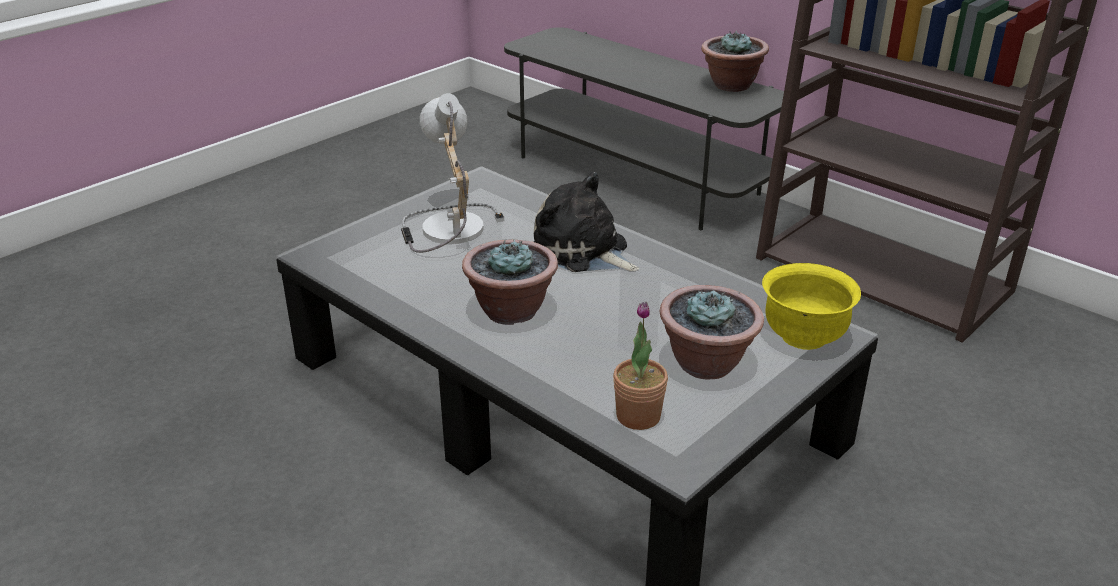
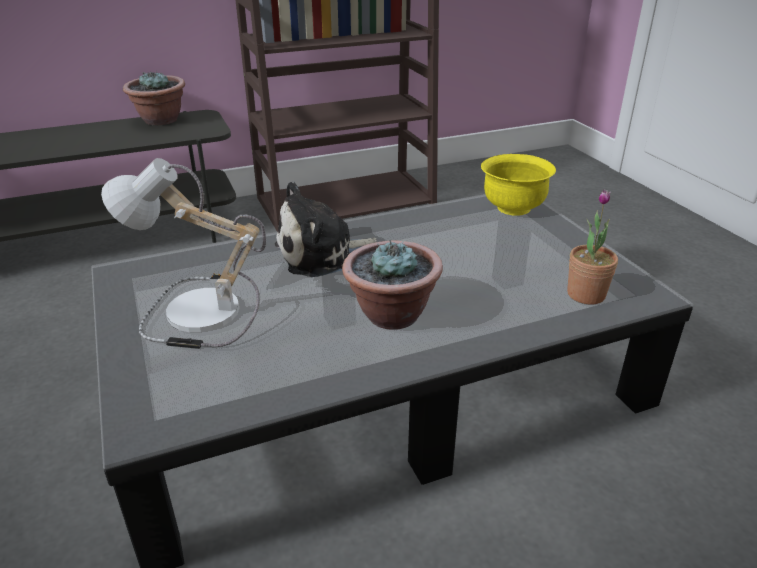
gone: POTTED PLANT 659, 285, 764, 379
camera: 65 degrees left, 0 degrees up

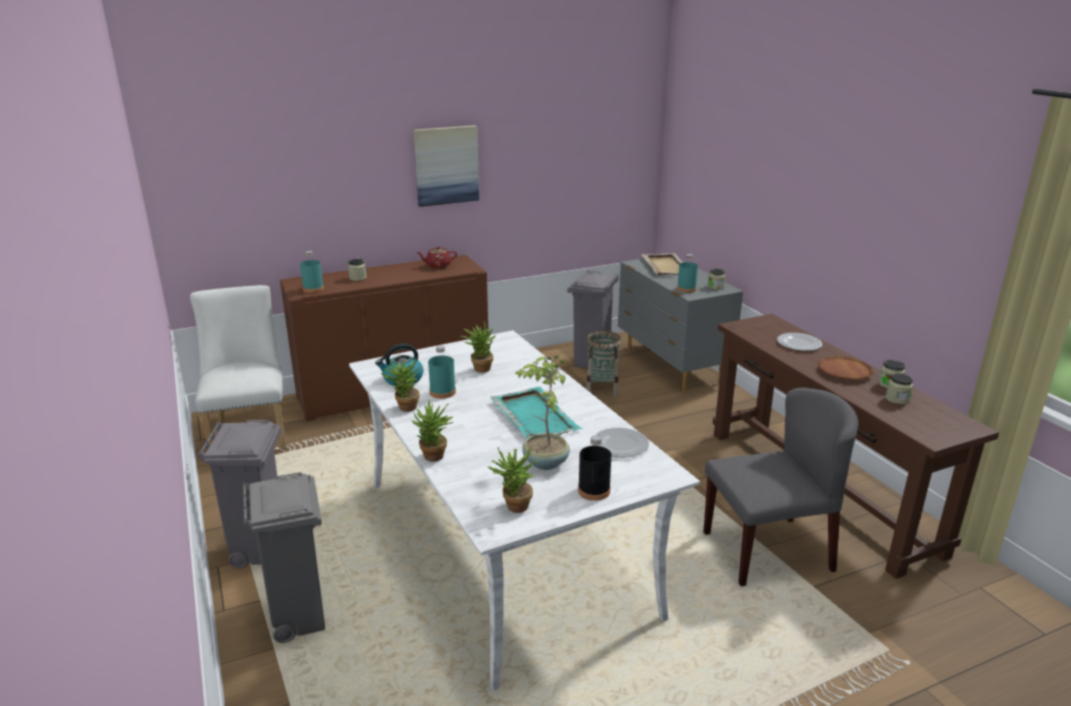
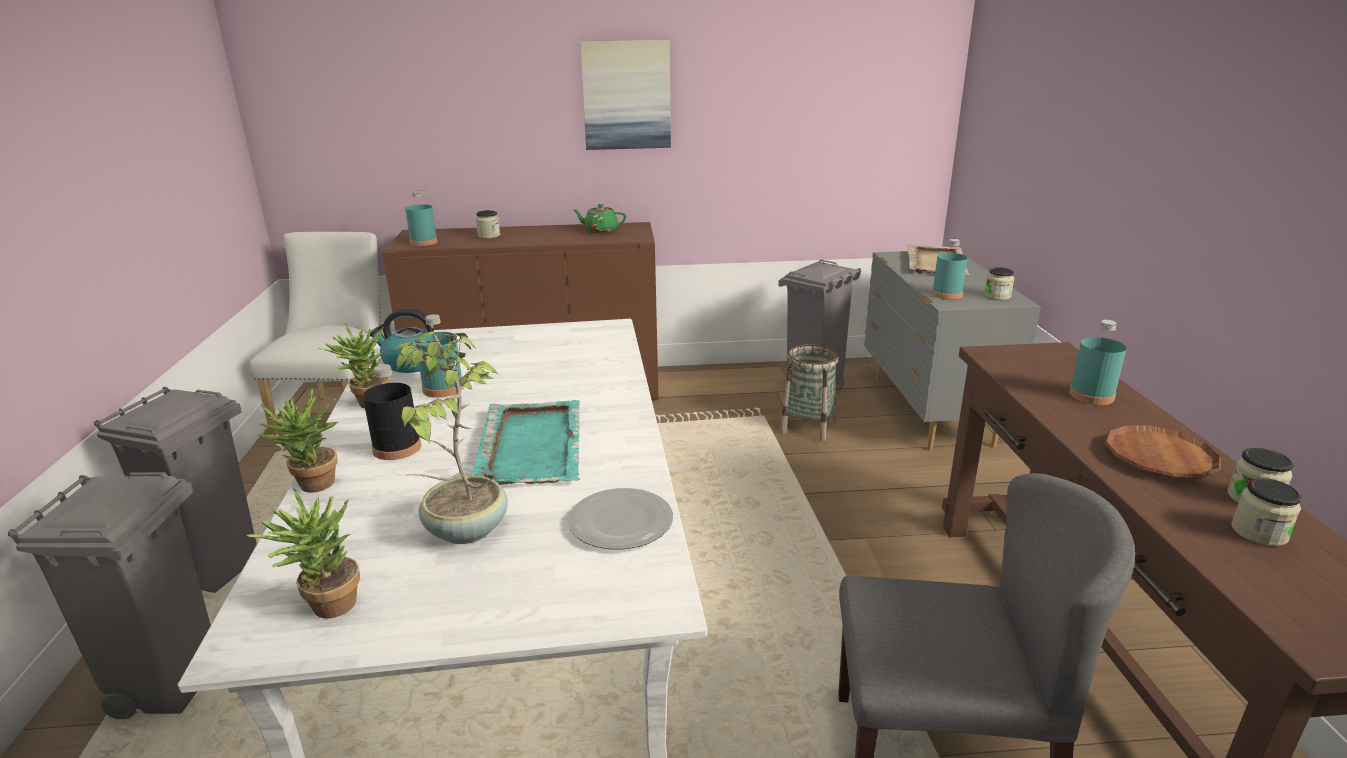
gone: POTTED PLANT 460, 320, 496, 373
shifted: BLACK BOTTLE 578, 435, 611, 501 to 363, 364, 421, 460
swapped: PLATE 777, 333, 822, 351 to TURQUOISE BOTTLE 1069, 320, 1126, 405
repainted: RED TEAPOT 416, 246, 457, 268 to GREEN TEAPOT 573, 204, 626, 233
camera: 20 degrees right, 0 degrees up

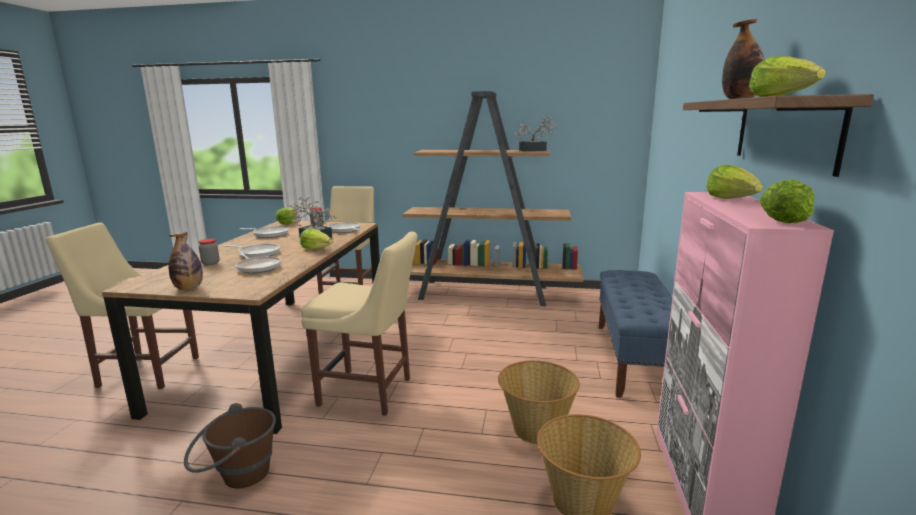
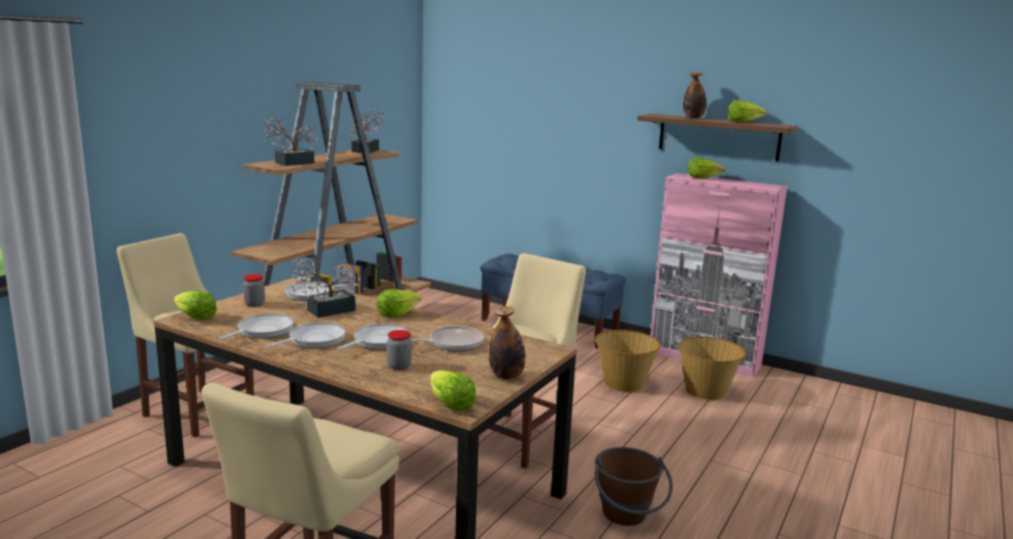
new: POTTED PLANT 263, 117, 318, 166; FRYING PAN 267, 323, 346, 348
shifted: LETTUCE 759, 180, 815, 223 to 431, 370, 476, 411
camera: 70 degrees left, 0 degrees up

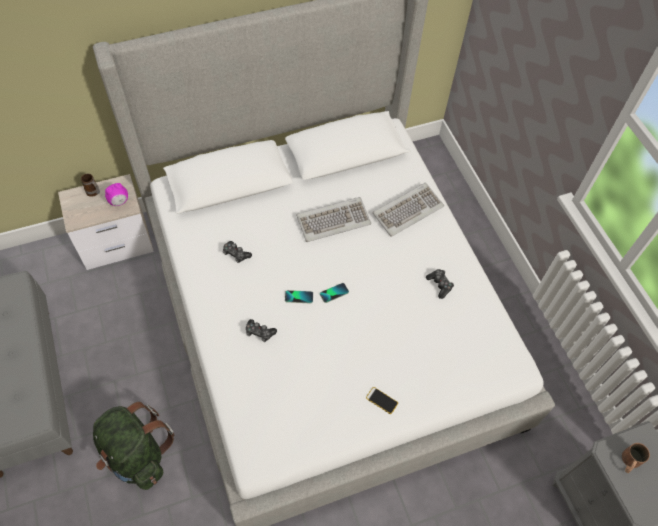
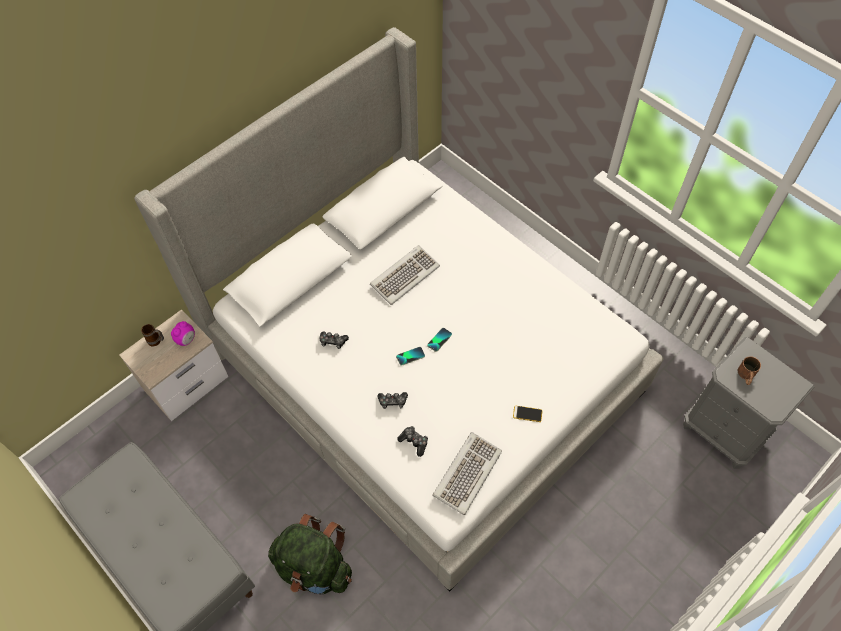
shifted: GAME CONTROLLER 426, 269, 454, 299 to 397, 426, 428, 457; KEYBOARD 372, 183, 444, 237 to 433, 432, 502, 515
camera: 20 degrees left, 0 degrees up

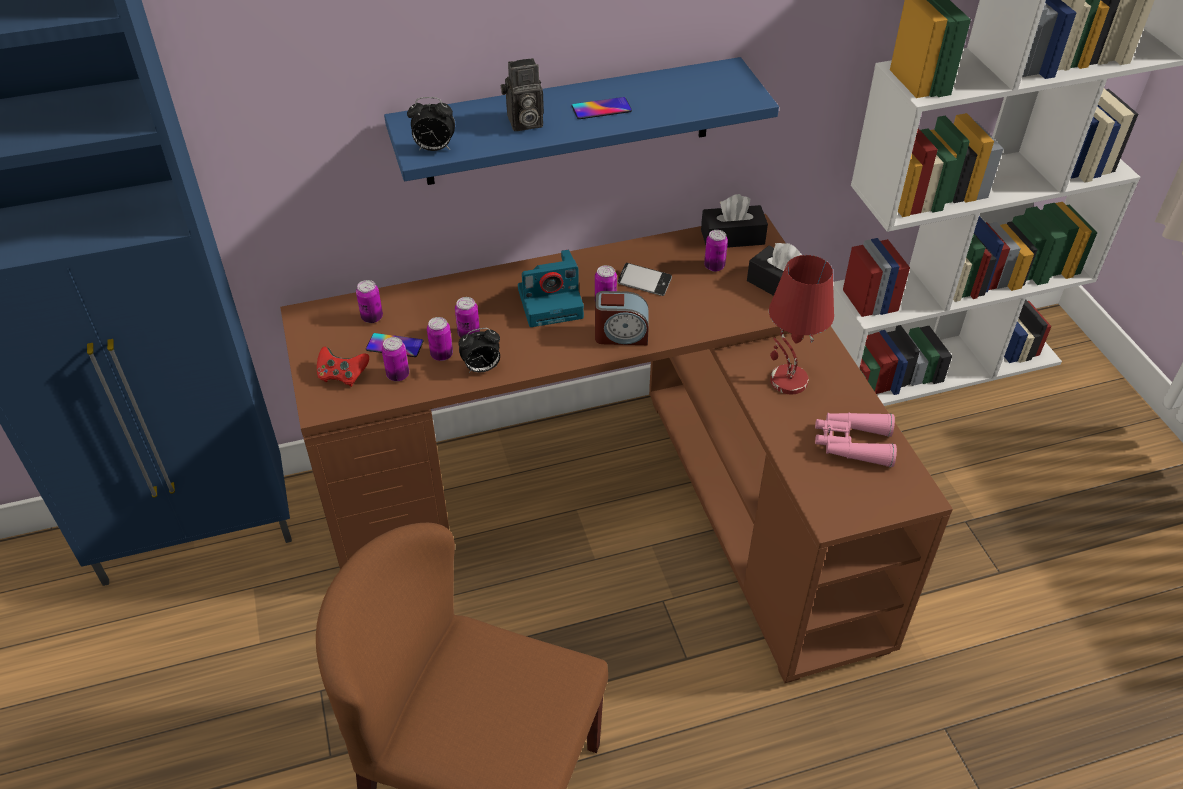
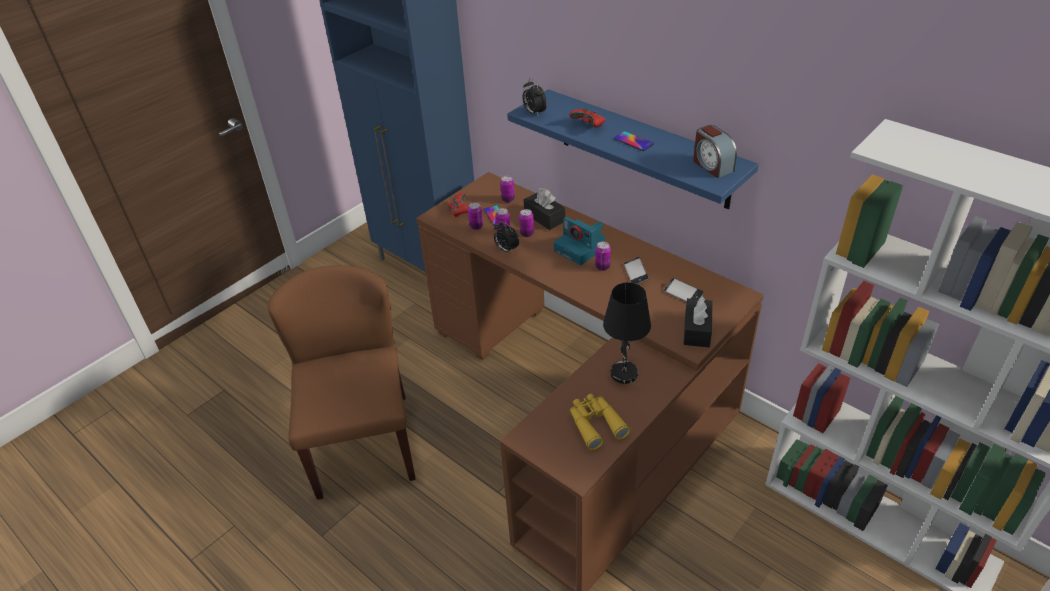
shifted: BLACK TISSUE BOX 701, 194, 768, 248 to 524, 188, 565, 230; ALARM CLOCK 595, 291, 649, 345 to 693, 125, 737, 178
swapped: PHOTO CAMERA 501, 58, 544, 131 to RED GAME CONTROLLER 569, 108, 605, 127; CAN 704, 230, 728, 272 to PHONE 664, 278, 704, 302
repainted: PINK BINOCULARS 815, 413, 897, 467 to YELLOW BINOCULARS 570, 394, 631, 451; RED TABLE LAMP 769, 255, 834, 394 to BLACK TABLE LAMP 603, 282, 651, 384
camera: 60 degrees right, 5 degrees down

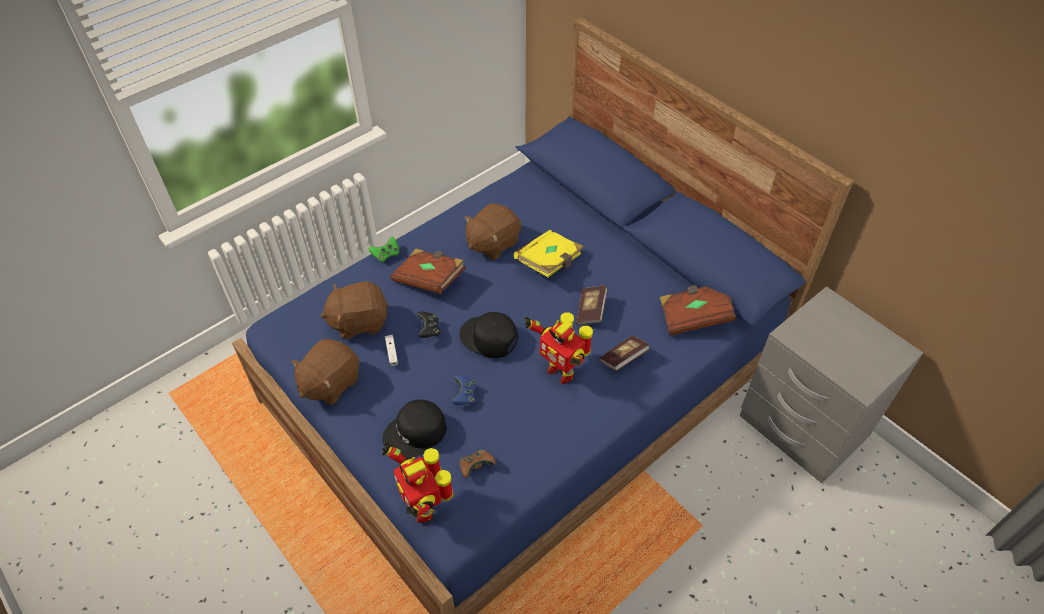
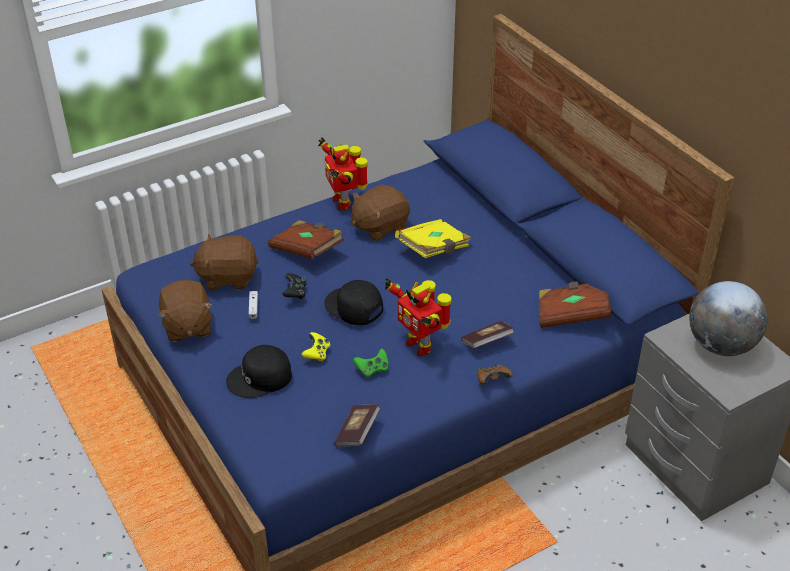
new: GLOBE 689, 281, 768, 356
shifted: TOY ROBOT 382, 442, 454, 523 to 318, 137, 368, 210; BOOK 576, 285, 608, 325 to 334, 404, 381, 447; GREEN GAME CONTROLLER 369, 236, 399, 262 to 353, 349, 389, 378; BROWN GAME CONTROLLER 460, 450, 496, 478 to 477, 365, 513, 384
repainted: BLUE GAME CONTROLLER 452, 375, 477, 405 to YELLOW GAME CONTROLLER 301, 332, 330, 362
rotated: BROWN PLUSH TOY 291, 339, 360, 405 = 158, 280, 213, 342 60 degrees counterclockwise
camera: 10 degrees right, 10 degrees down

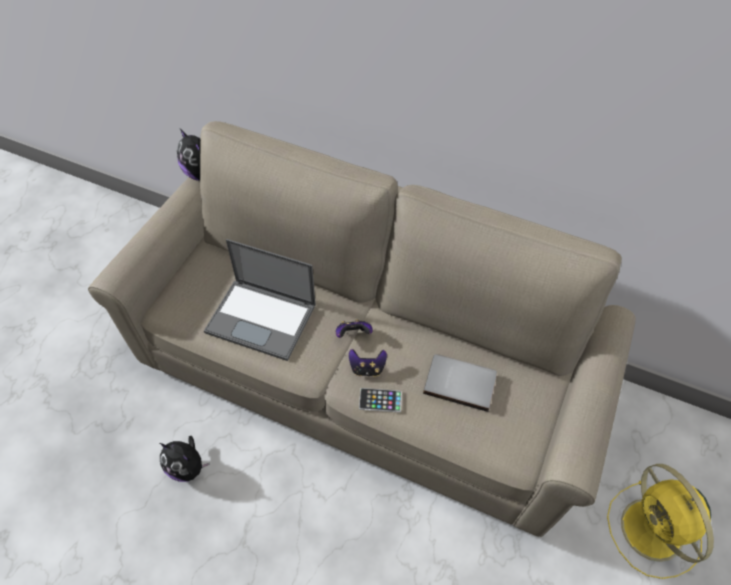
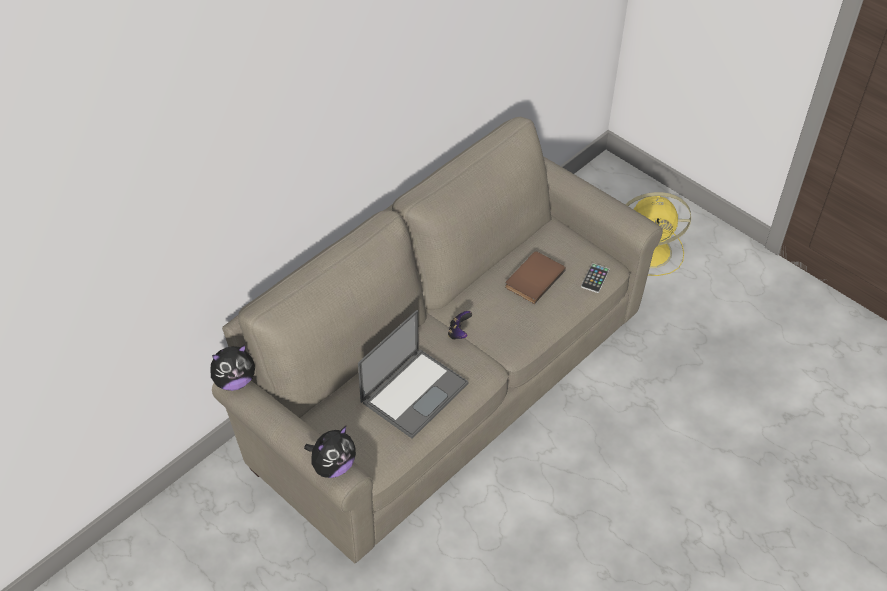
gone: GAME CONTROLLER 349, 349, 387, 377
shifted: PLUSH TOY 160, 436, 210, 482 to 304, 426, 356, 478; PHONE 359, 388, 402, 413 to 581, 263, 609, 293
repainted: GREY BOOK 423, 354, 497, 412 to BROWN BOOK 505, 251, 566, 304
camera: 70 degrees left, 5 degrees down

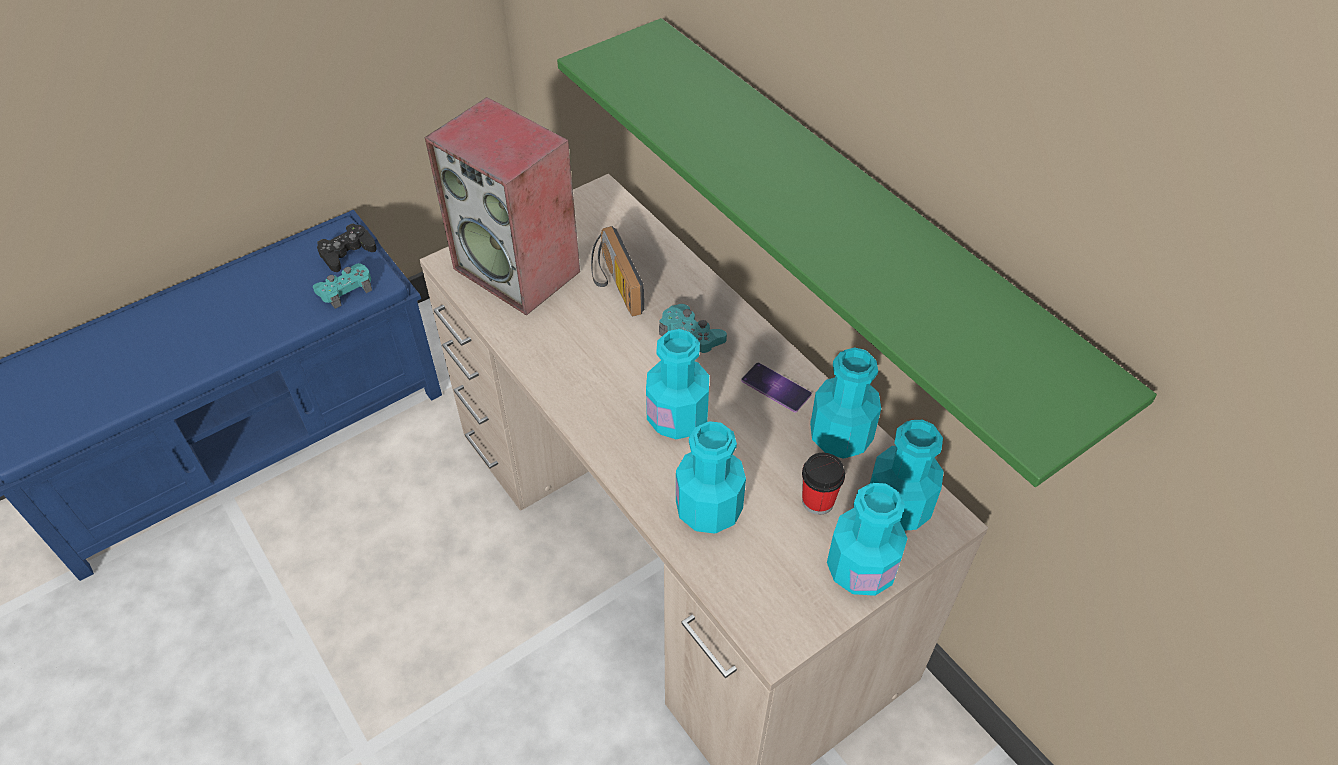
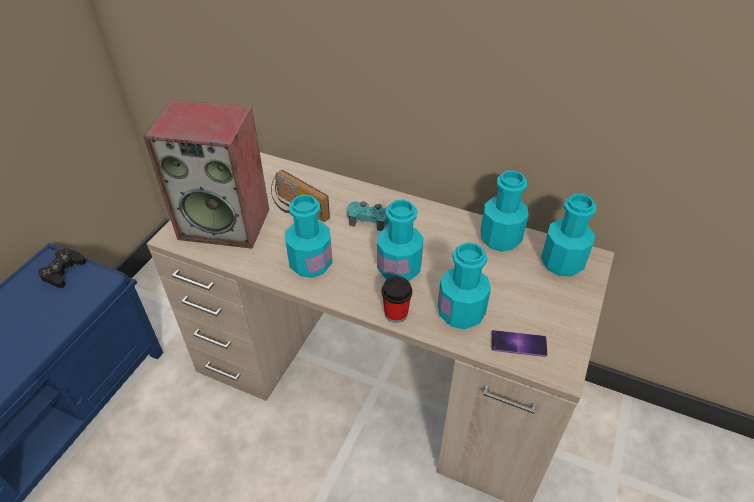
gone: TURQUOISE GAME CONTROLLER 313, 263, 372, 309; GREEN SHELF 557, 18, 1157, 487
shifted: TURQUOISE BOTTLE 827, 483, 908, 596 to 285, 194, 333, 278; CUP 802, 453, 845, 515 to 382, 276, 412, 323; PHONE 741, 363, 812, 412 to 491, 330, 548, 357
camera: 30 degrees left, 5 degrees down

